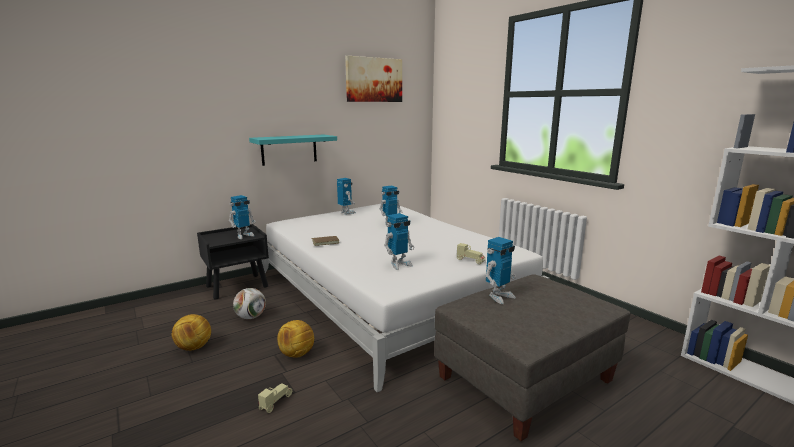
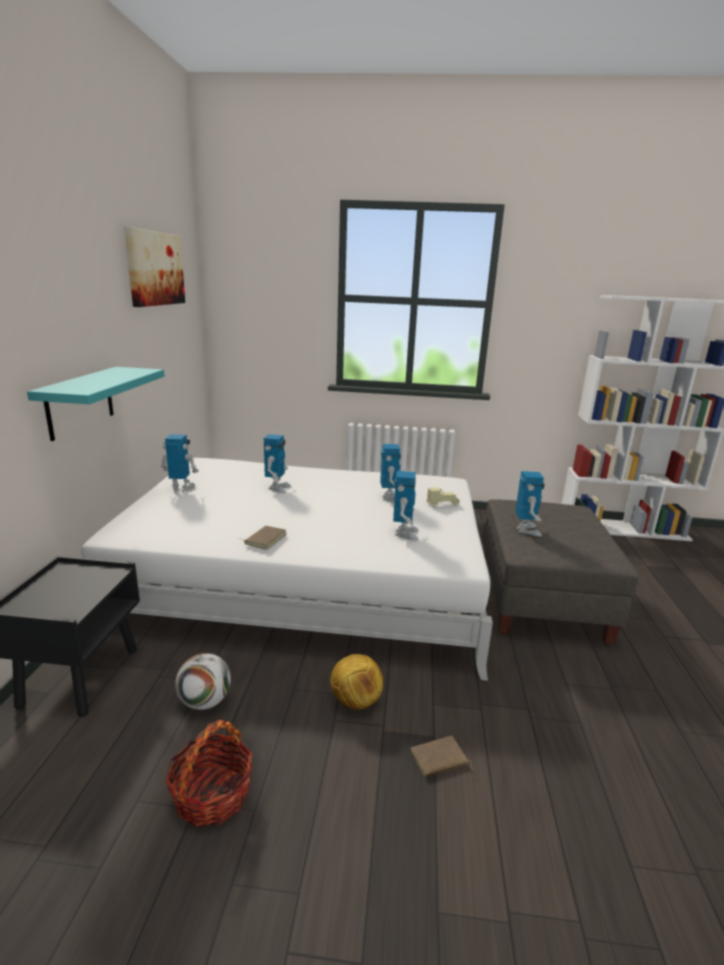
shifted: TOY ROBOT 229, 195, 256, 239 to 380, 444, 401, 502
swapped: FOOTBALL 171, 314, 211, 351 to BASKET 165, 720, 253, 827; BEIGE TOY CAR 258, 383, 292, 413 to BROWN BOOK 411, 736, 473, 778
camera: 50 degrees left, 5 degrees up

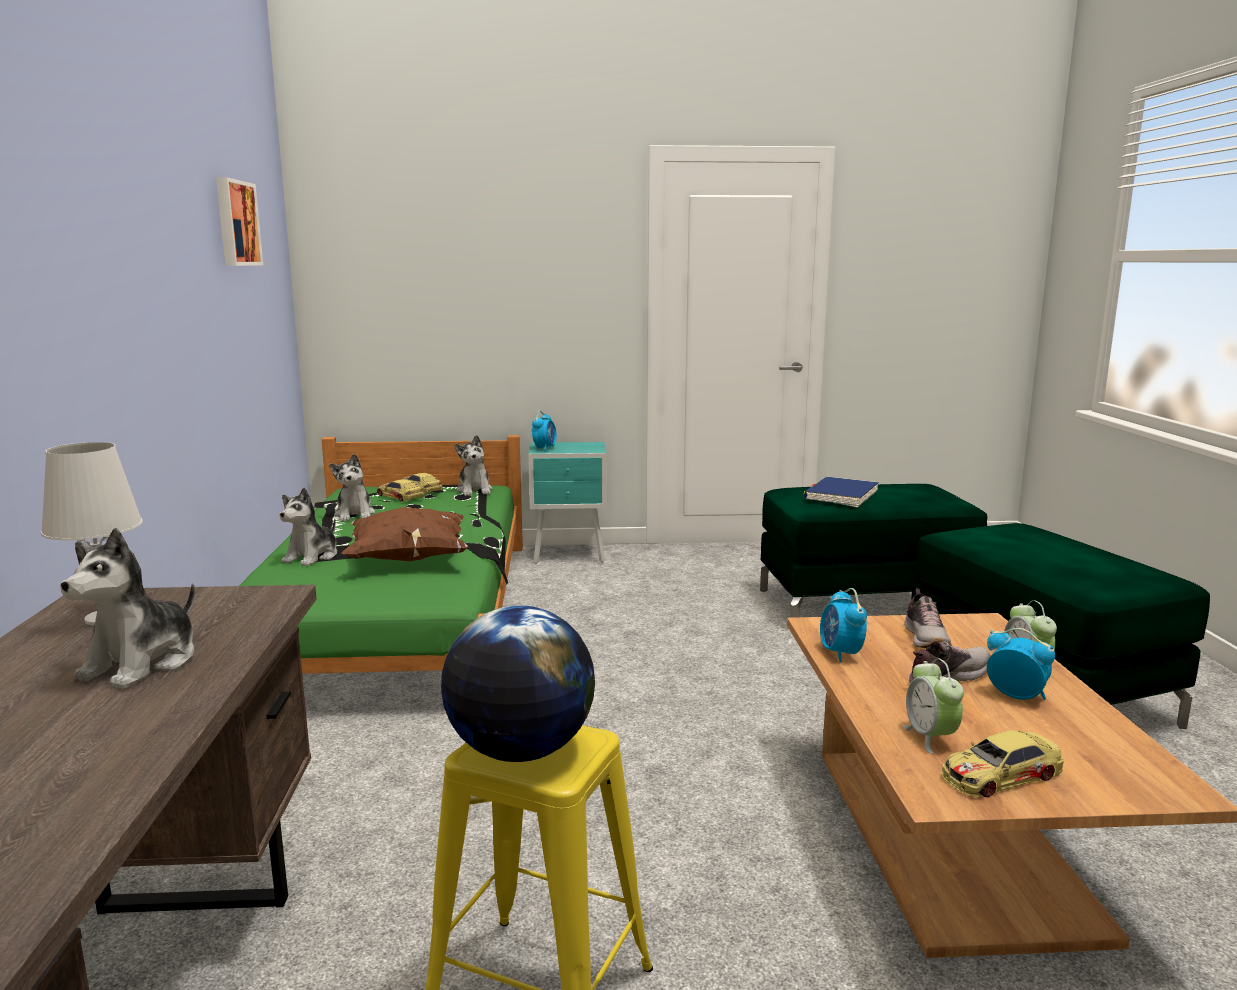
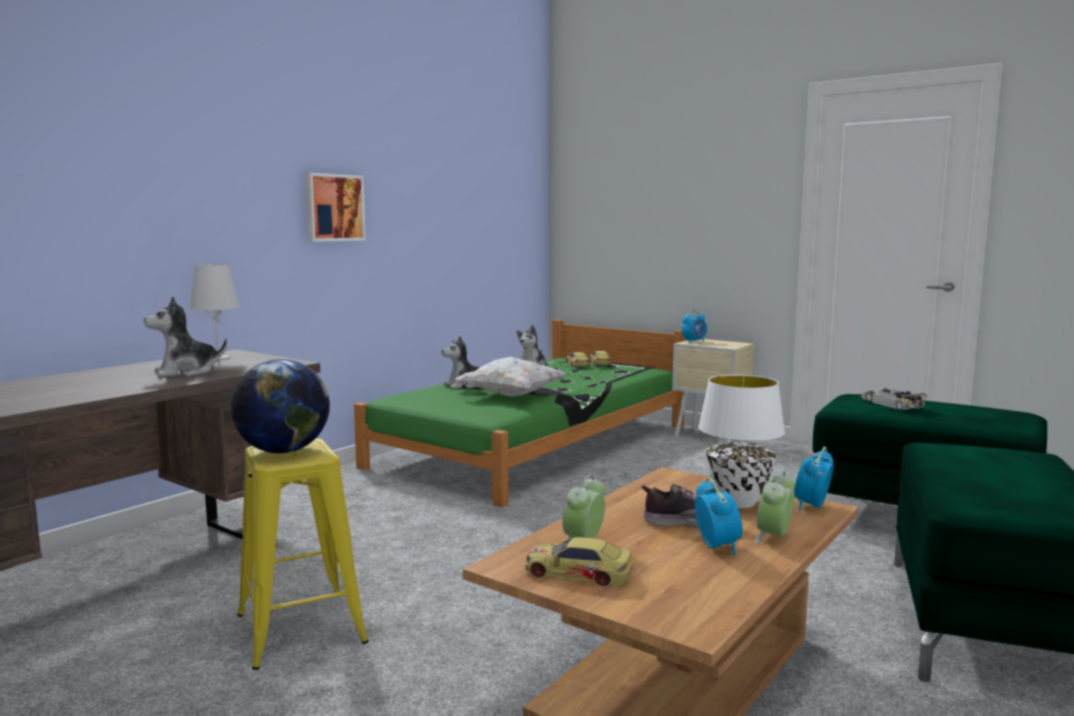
gone: PLUSH TOY 455, 435, 493, 496
shifted: PICTURE 216, 177, 263, 266 to 305, 173, 366, 242; ALARM CLOCK 820, 588, 867, 662 to 794, 447, 834, 511
swapped: SHOE 904, 589, 952, 648 to WHITE TABLE LAMP 698, 374, 785, 508; BLUE BOOK 803, 477, 879, 507 to TOY CAR 861, 388, 927, 410
repainted: BROWN PILLOW 341, 507, 468, 561 to WHITE PILLOW 455, 357, 566, 396; TURQUOISE NIGHTSTAND 528, 442, 607, 564 to BEIGE NIGHTSTAND 672, 339, 754, 442
camera: 40 degrees right, 5 degrees down

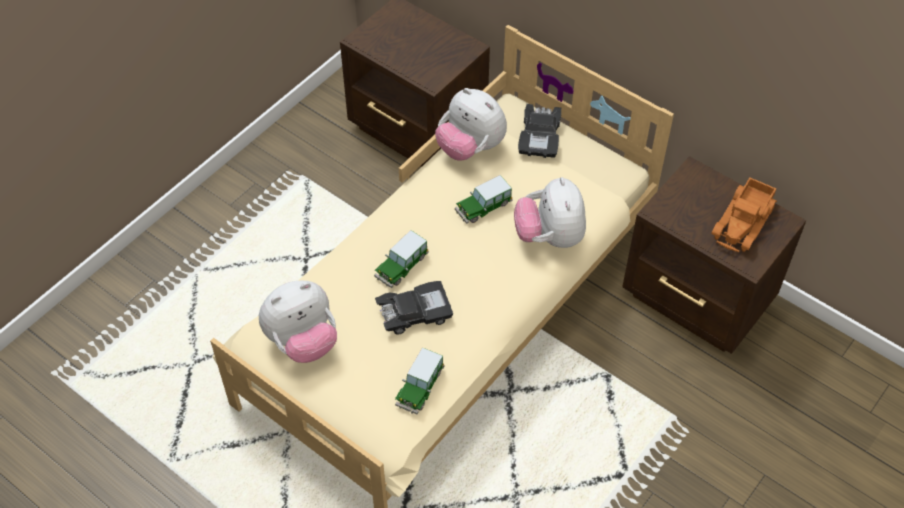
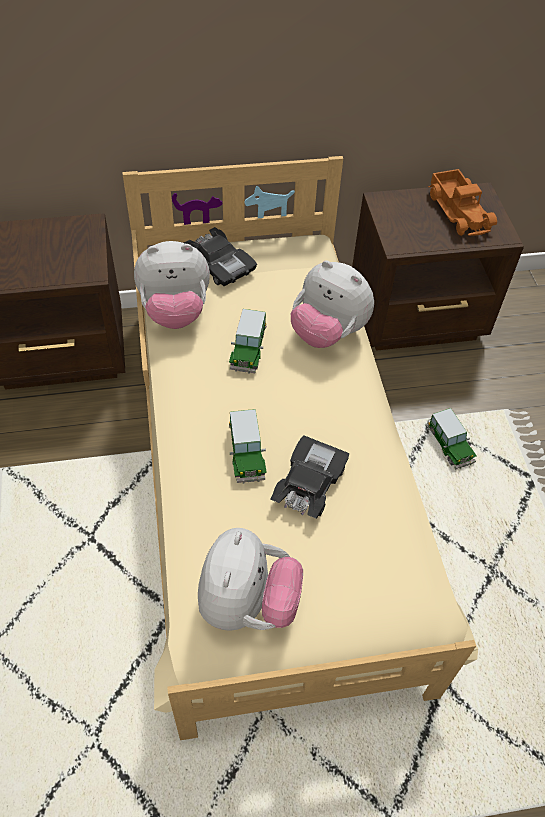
shifted: TOY CAR 395, 347, 444, 415 to 427, 408, 477, 470
camera: 50 degrees left, 0 degrees up

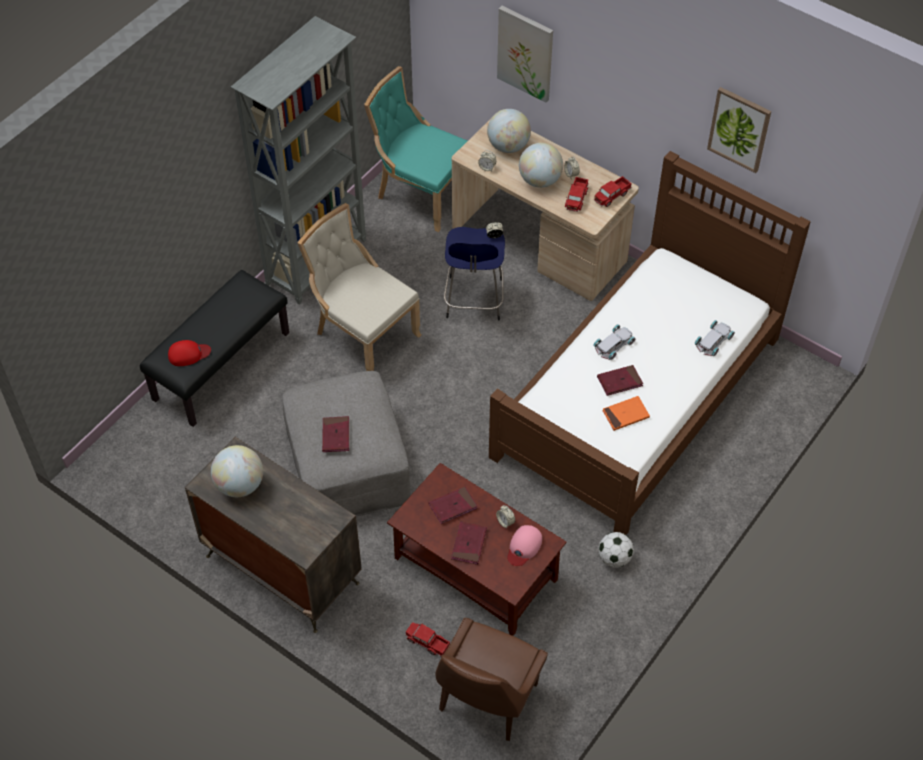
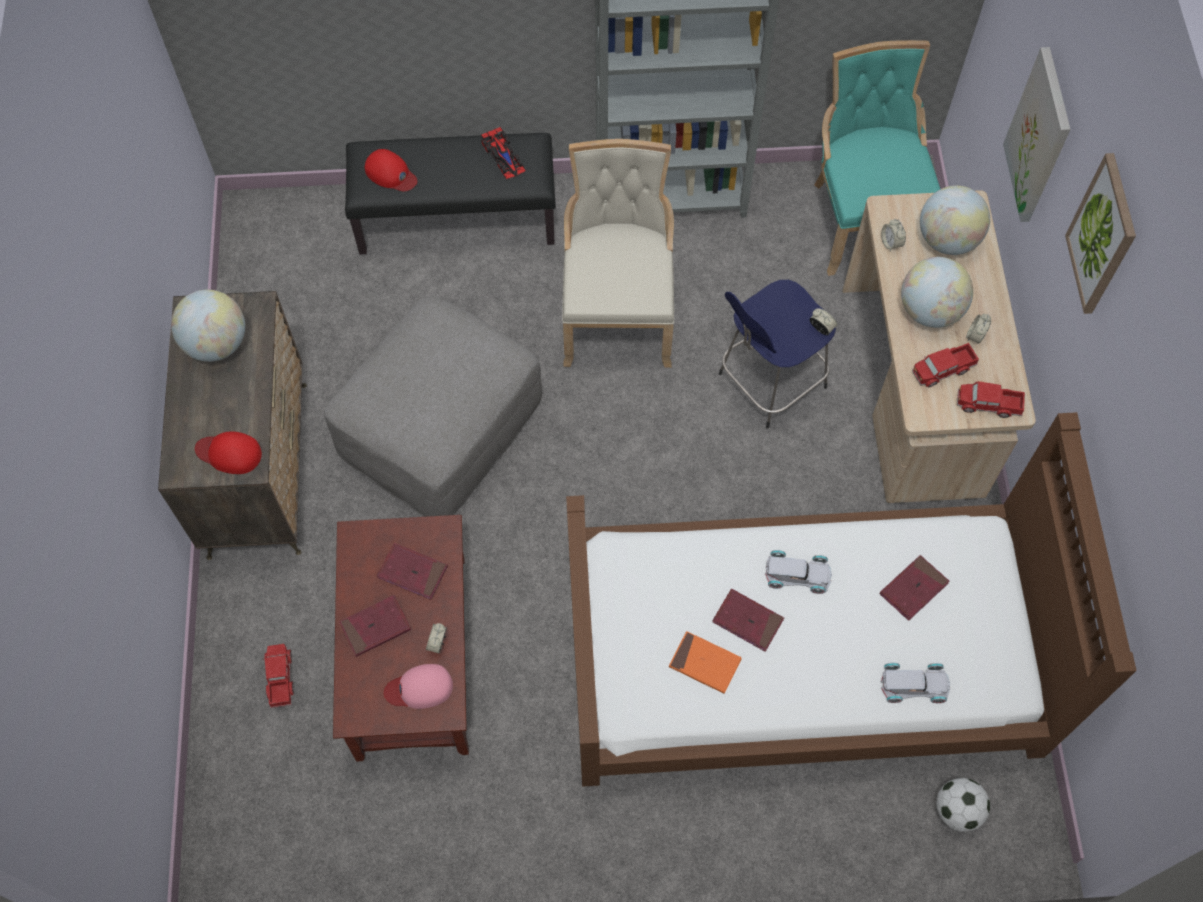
gone: BROWN CHAIR 435, 618, 548, 741
new: RED CAP 195, 431, 262, 474; TOY CAR 481, 127, 525, 179
shifted: RED BOOK 322, 416, 349, 452 to 880, 555, 949, 621; FOOTBALL 599, 532, 634, 568 to 936, 778, 990, 832; PICTURE 707, 87, 771, 173 to 1065, 153, 1136, 314
camera: 50 degrees right, 10 degrees up

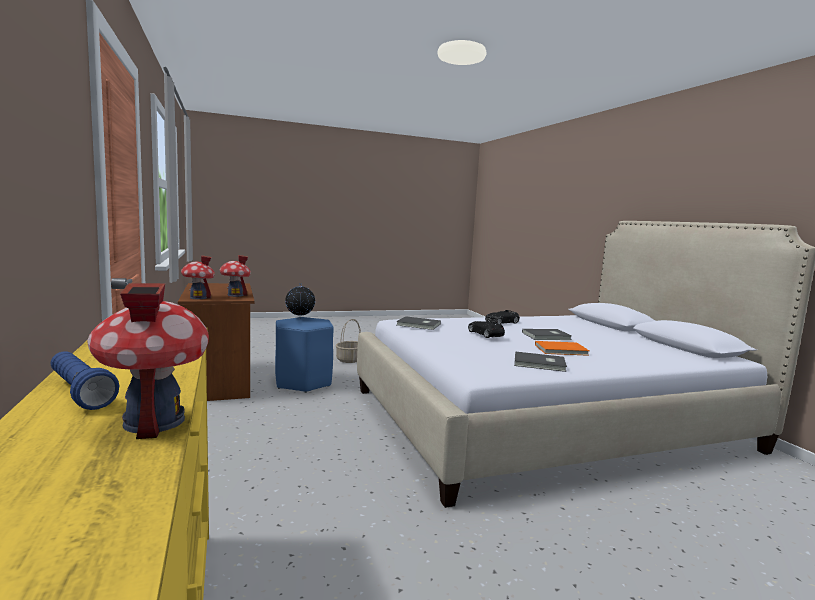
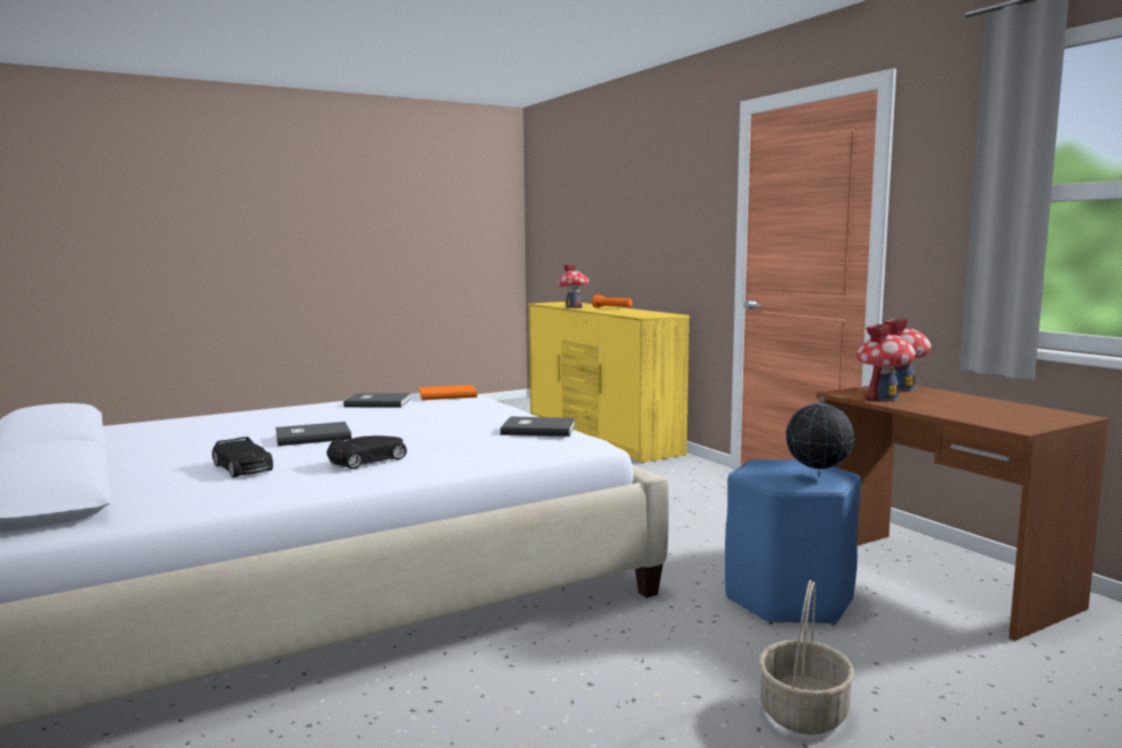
shifted: BLACK TOY CAR 468, 321, 505, 338 to 212, 437, 273, 478; ORANGE BOOK 535, 341, 589, 356 to 419, 385, 477, 400
repainted: BLUE FLASHLIGHT 51, 351, 119, 410 to ORANGE FLASHLIGHT 592, 295, 632, 308
camera: 170 degrees right, 0 degrees up

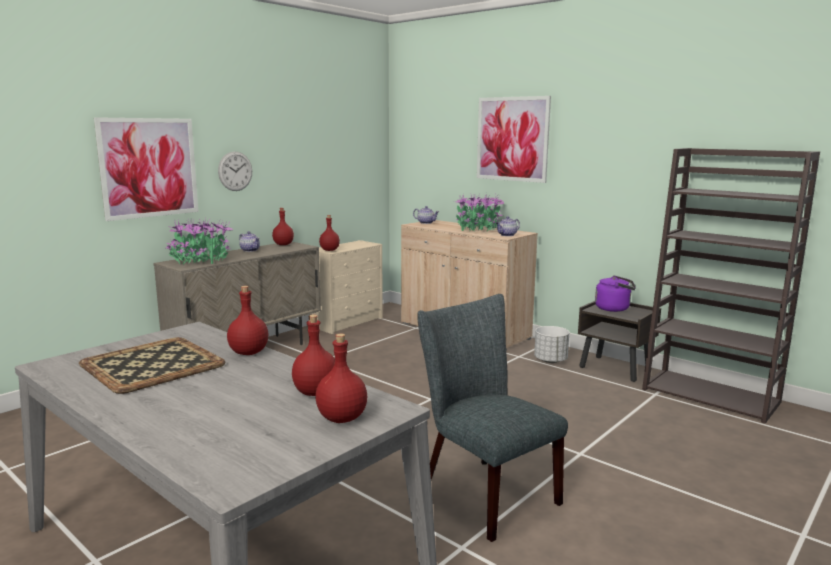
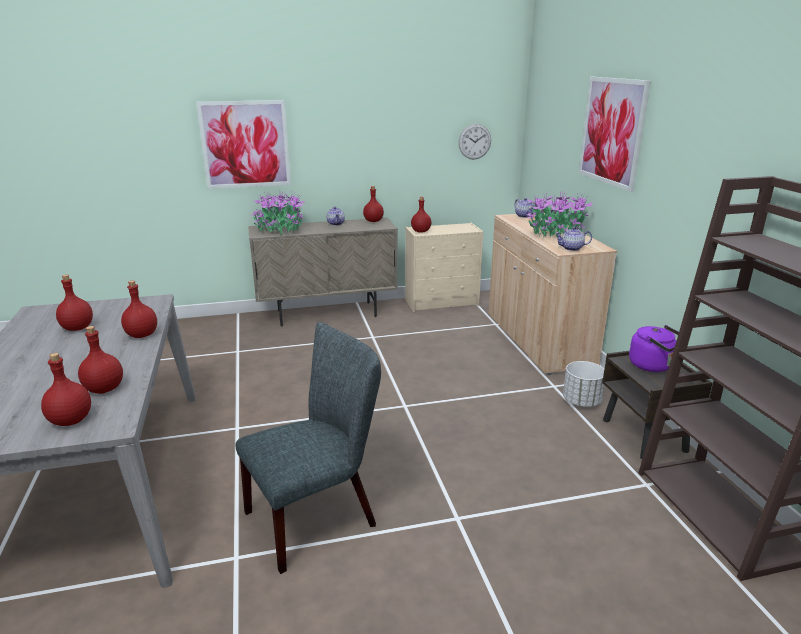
shifted: WALL CLOCK 218, 151, 252, 191 to 459, 124, 491, 159
swapped: TRAY 79, 337, 225, 394 to RED BOTTLE 56, 275, 93, 331
rotated: GREY CHAIR 417, 294, 568, 542 = 235, 322, 381, 574 60 degrees clockwise
camera: 35 degrees right, 10 degrees up

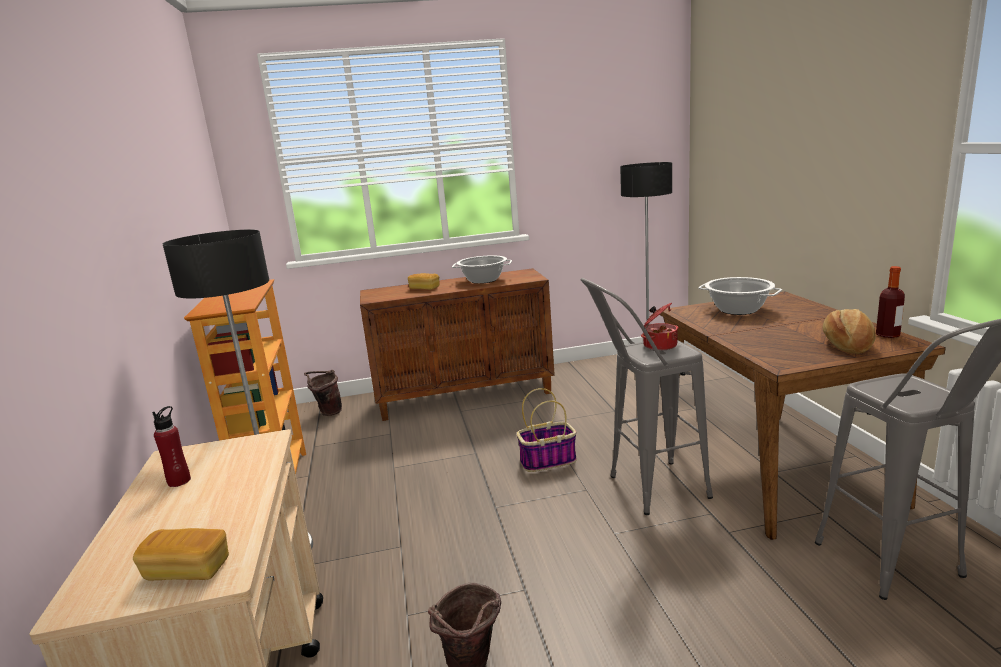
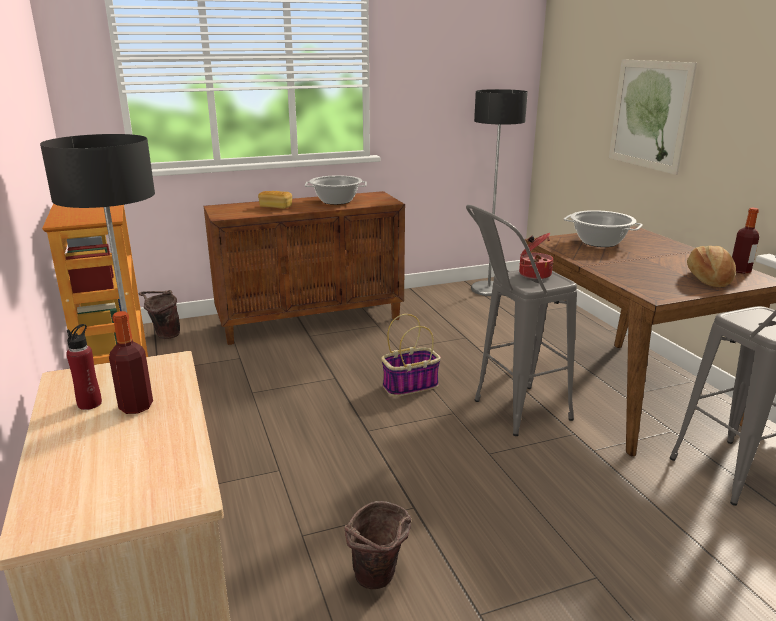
gone: BREAD 133, 528, 229, 580
new: BOTTLE 109, 311, 153, 414; PICTURE 609, 59, 697, 175
camera: 10 degrees left, 5 degrees up

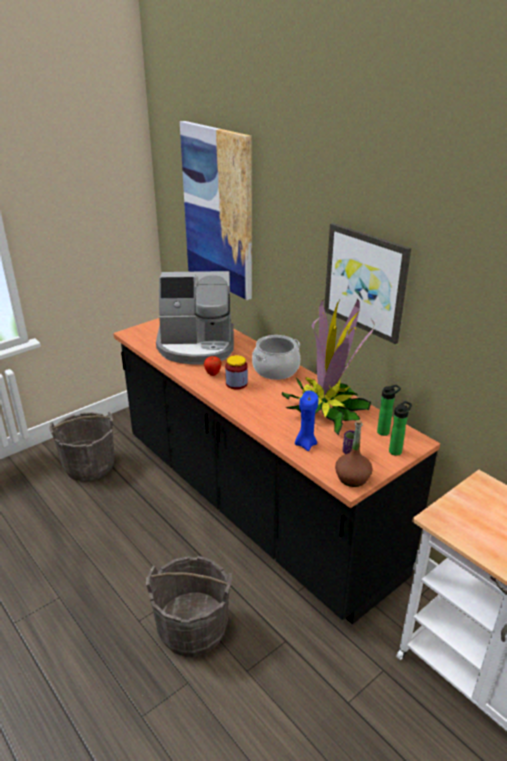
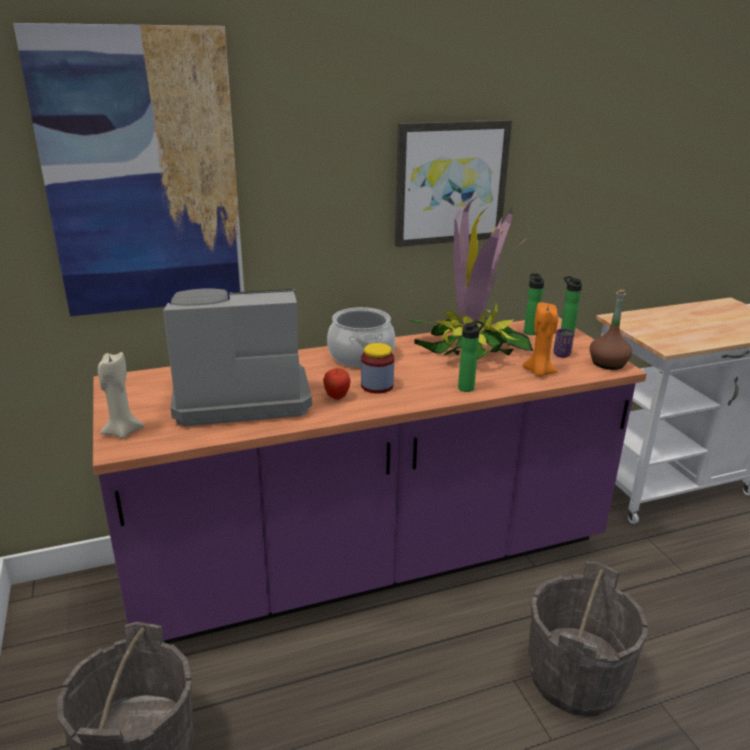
new: BEIGE CANDLE 98, 352, 144, 439; BOTTLE 458, 320, 485, 392
repainted: BLACK COUNTER 113, 318, 440, 624 to PURPLE COUNTER 93, 317, 647, 644; BLUE CANDLE 295, 391, 318, 451 to ORANGE CANDLE 522, 302, 558, 377
rotated: COFFEE MACHINE 156, 271, 234, 365 = 163, 289, 312, 426 120 degrees counterclockwise
camera: 70 degrees left, 5 degrees down

